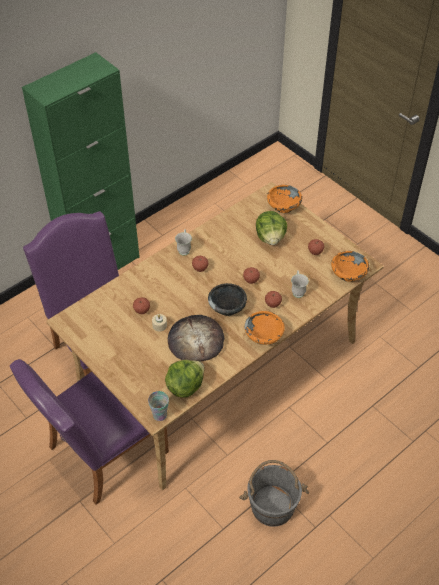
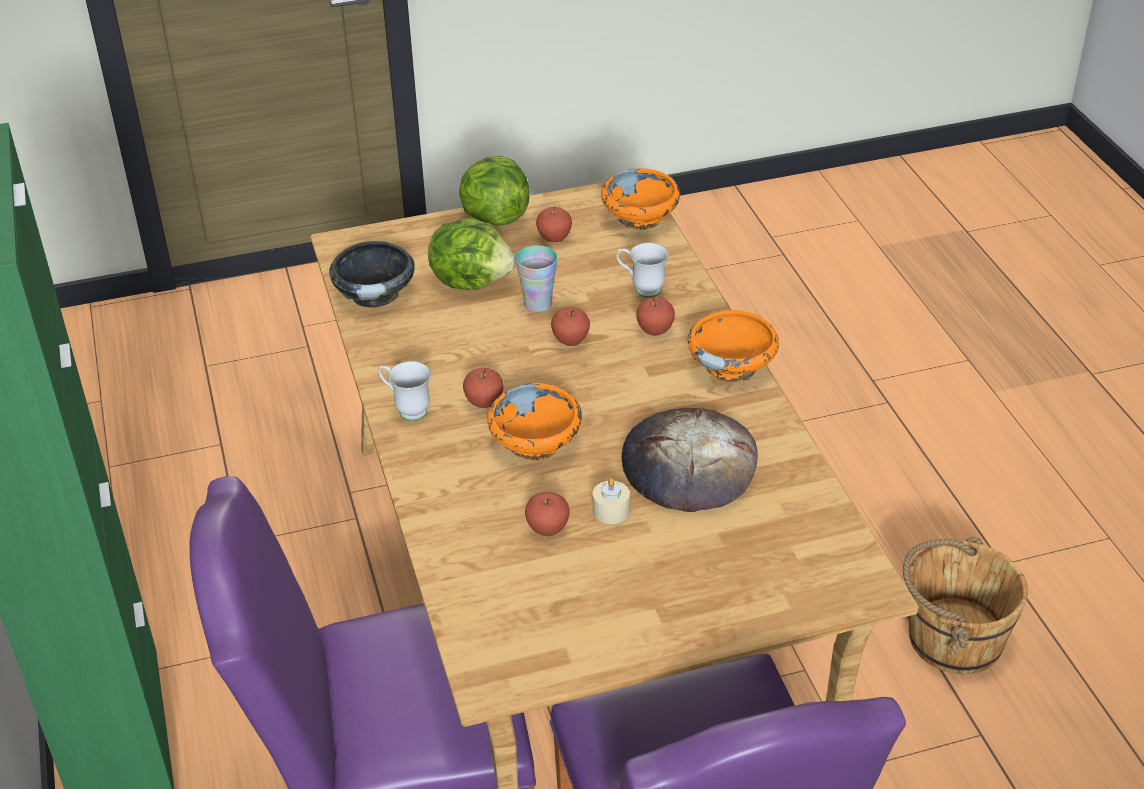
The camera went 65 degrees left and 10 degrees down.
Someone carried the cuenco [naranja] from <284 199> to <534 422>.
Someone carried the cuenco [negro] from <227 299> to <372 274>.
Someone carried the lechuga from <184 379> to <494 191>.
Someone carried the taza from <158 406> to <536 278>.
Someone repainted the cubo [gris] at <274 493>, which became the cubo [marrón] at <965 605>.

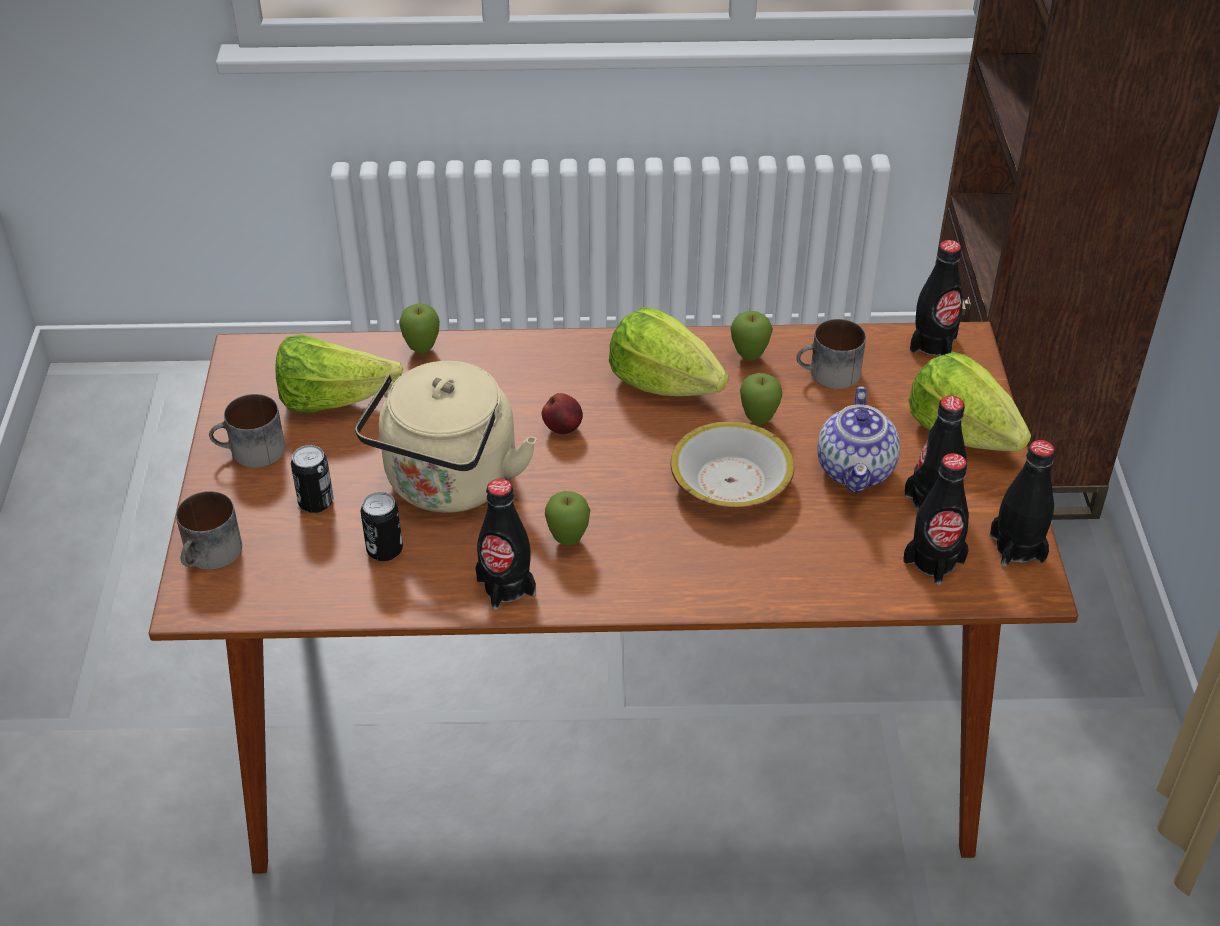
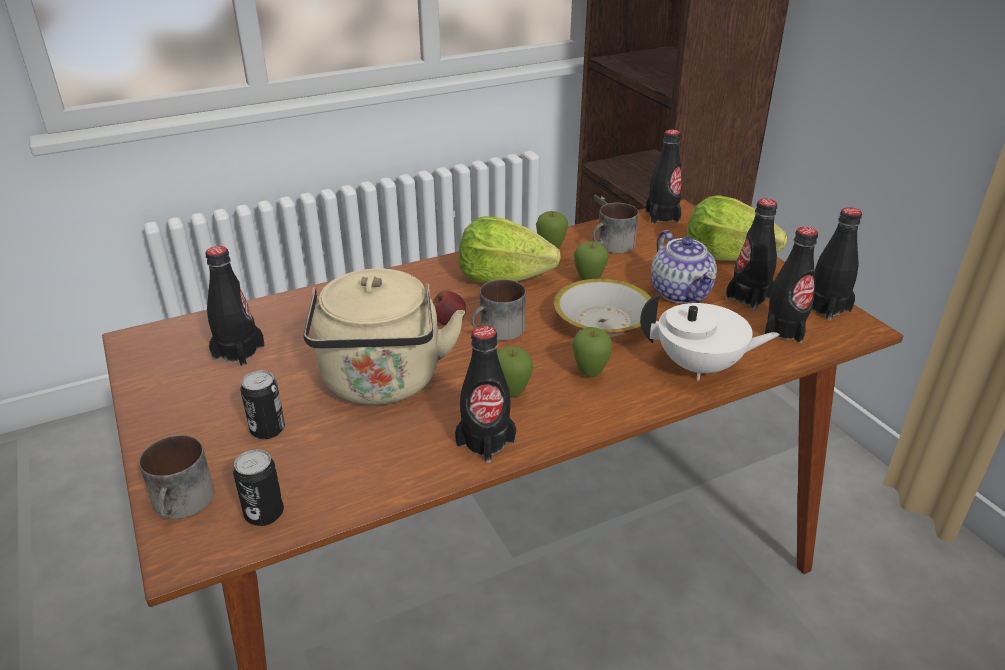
The camera went 25 degrees left and 10 degrees down.
Someone carried the manzana from <419 328> to <592 352>.
Someone swapped the lechuga at <339 373> for the botella [negro] at <235 306>.
Someone carried the taza grande from <247 431> to <498 310>.
Someone carried the lata from <382 526> to <258 487>.
Someone put down the tetera [blanco] at <710 337>.

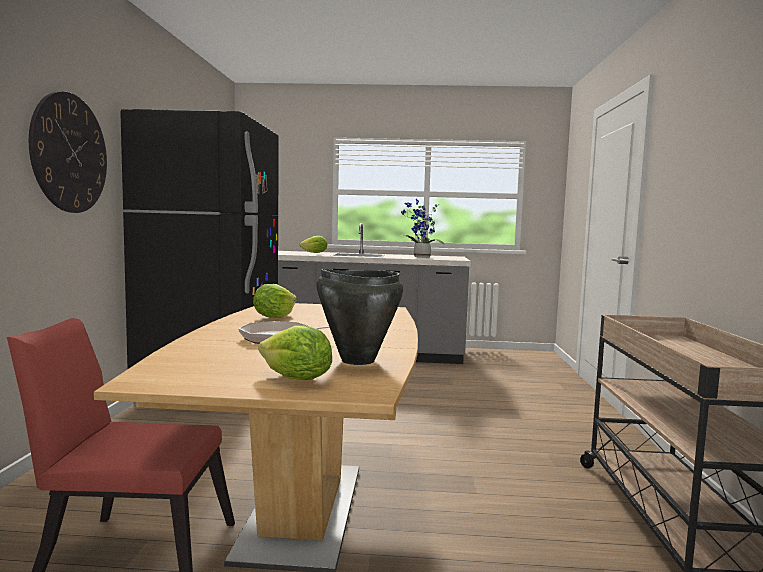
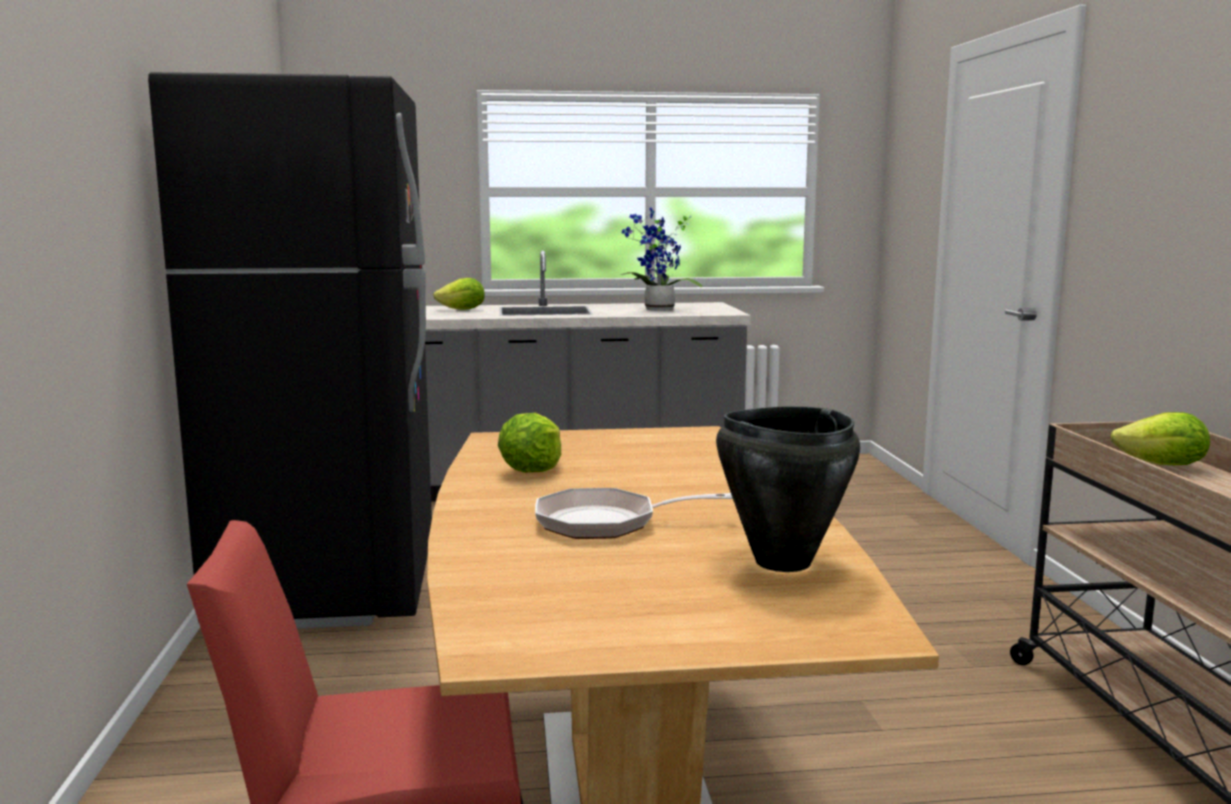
The camera went 10 degrees left and 5 degrees up.
Someone took away the reloj de pared at <68 152>.
Someone carried the lechuga from <295 352> to <1160 438>.

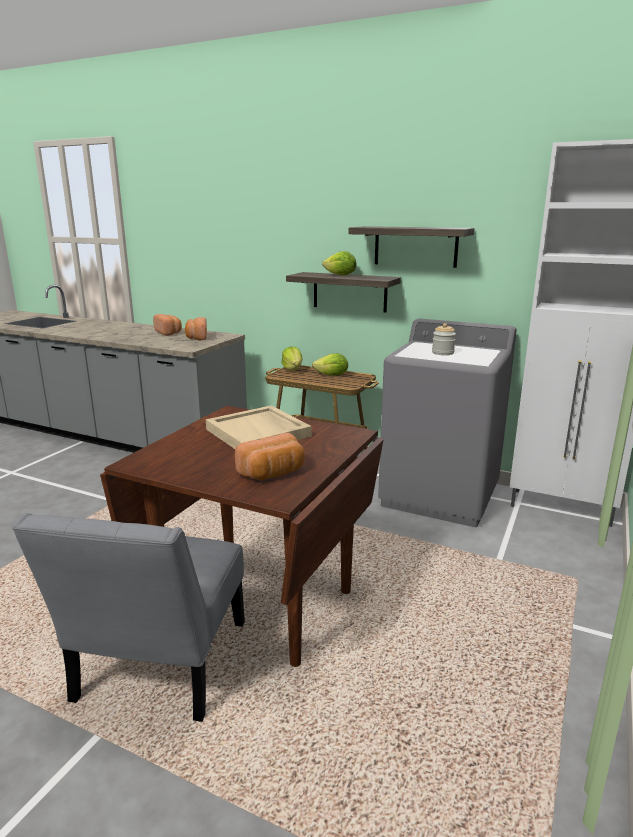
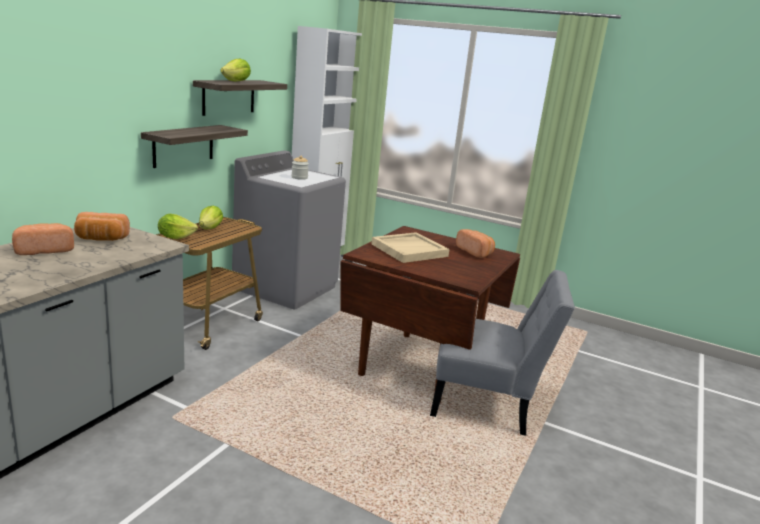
The camera went 90 degrees left and 0 degrees up.
Someone carried the lechuga from <339 263> to <235 70>.

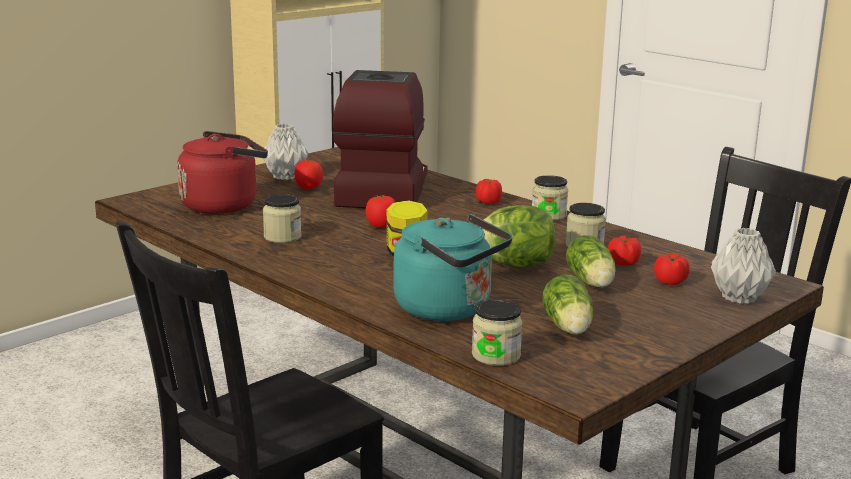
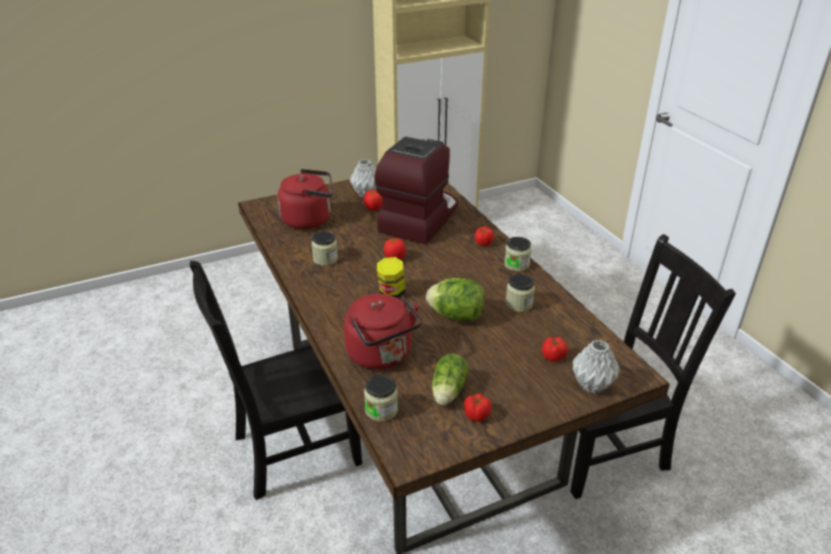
The camera went 20 degrees right and 15 degrees up.
Someone repainted the hervidor [turquesa] at <452 267>, which became the hervidor [rojo] at <383 331>.
Someone took away the lechuga at <591 261>.
Someone carried the tomate from <624 250> to <478 408>.

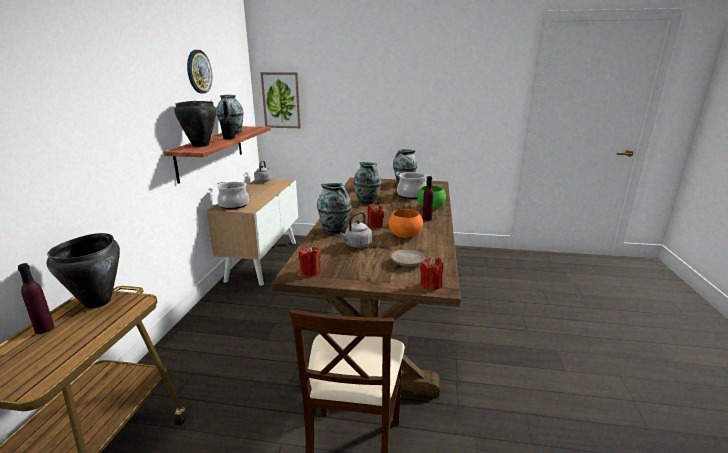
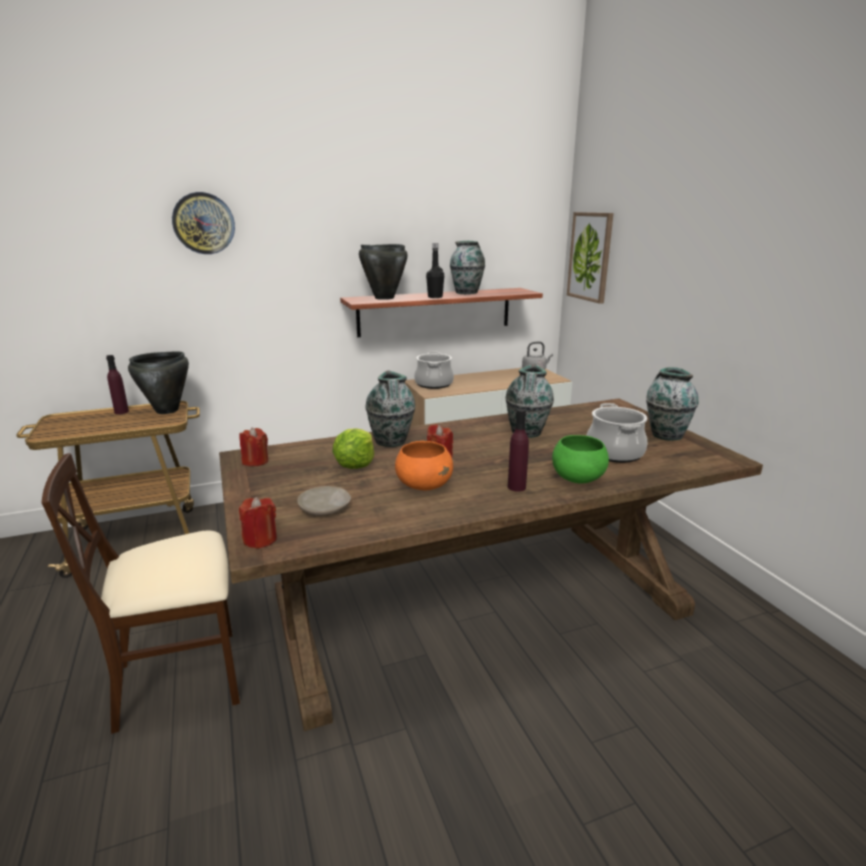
The camera went 60 degrees right and 0 degrees up.
Someone carried the reloj de pared from <199 72> to <203 223>.
Someone swapped the hervidor [gris] at <356 230> for the lechuga at <353 448>.

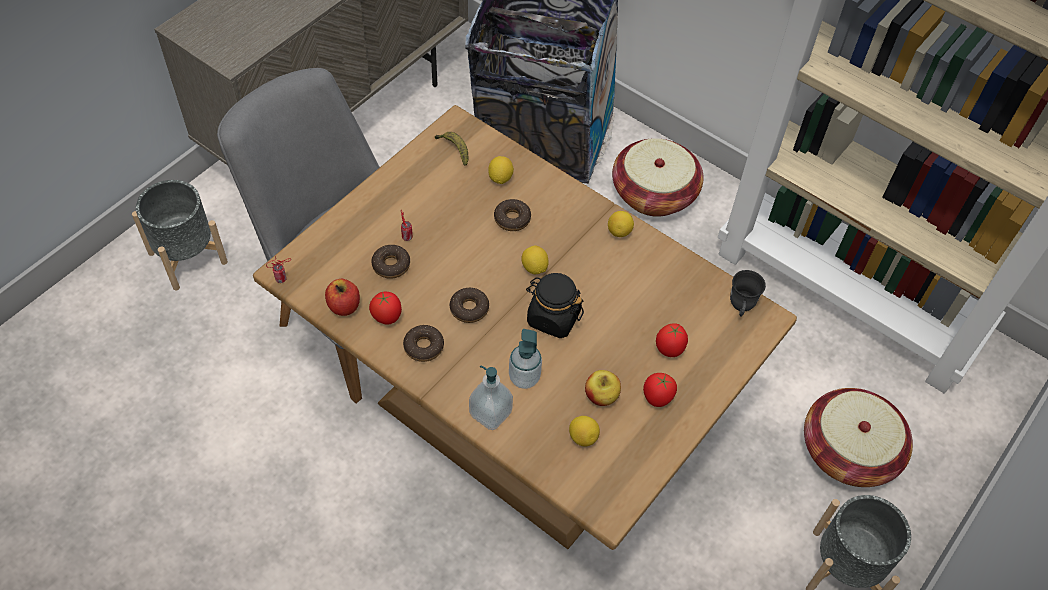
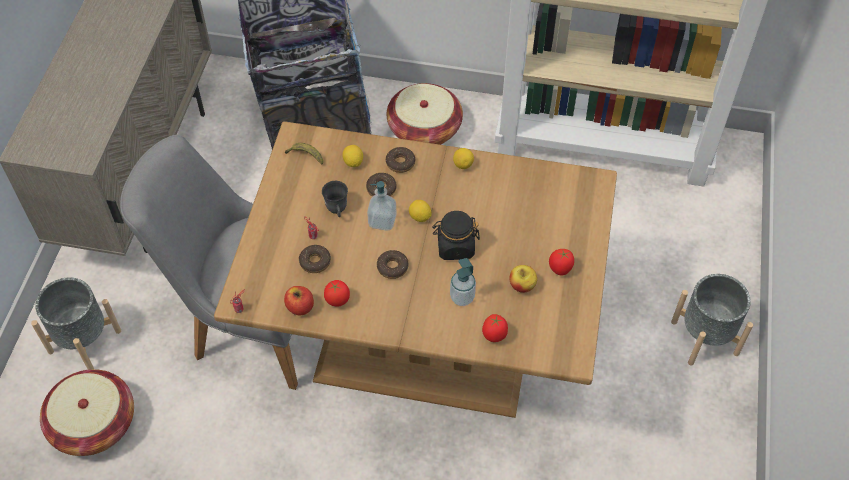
The camera went 25 degrees left and 0 degrees up.
Someone carried the taza grande [gris] from <748 293> to <335 199>.
Someone carried the tomate from <672 340> to <495 328>.
Someone carried the rosquilla from <423 343> to <400 160>.
Someone carried the dispensador de jabón from <491 398> to <382 206>.
Someone carried the cesta from <858 437> to <87 412>.
Someone took away the limón at <584 431>.

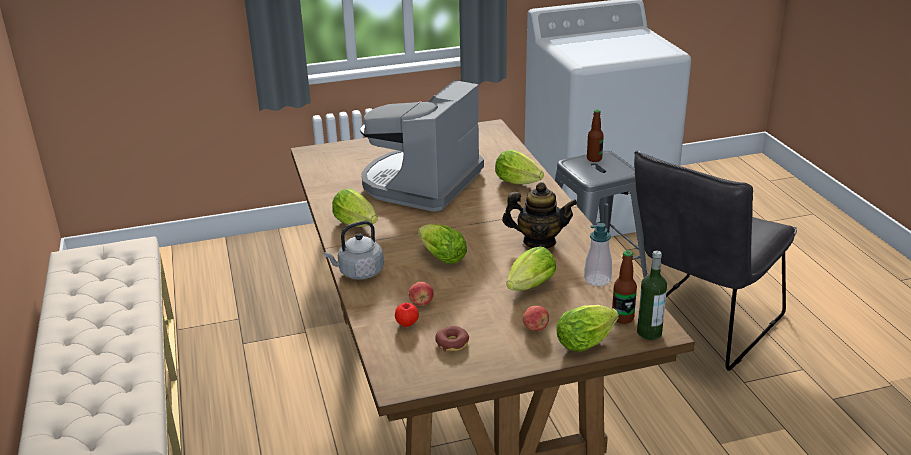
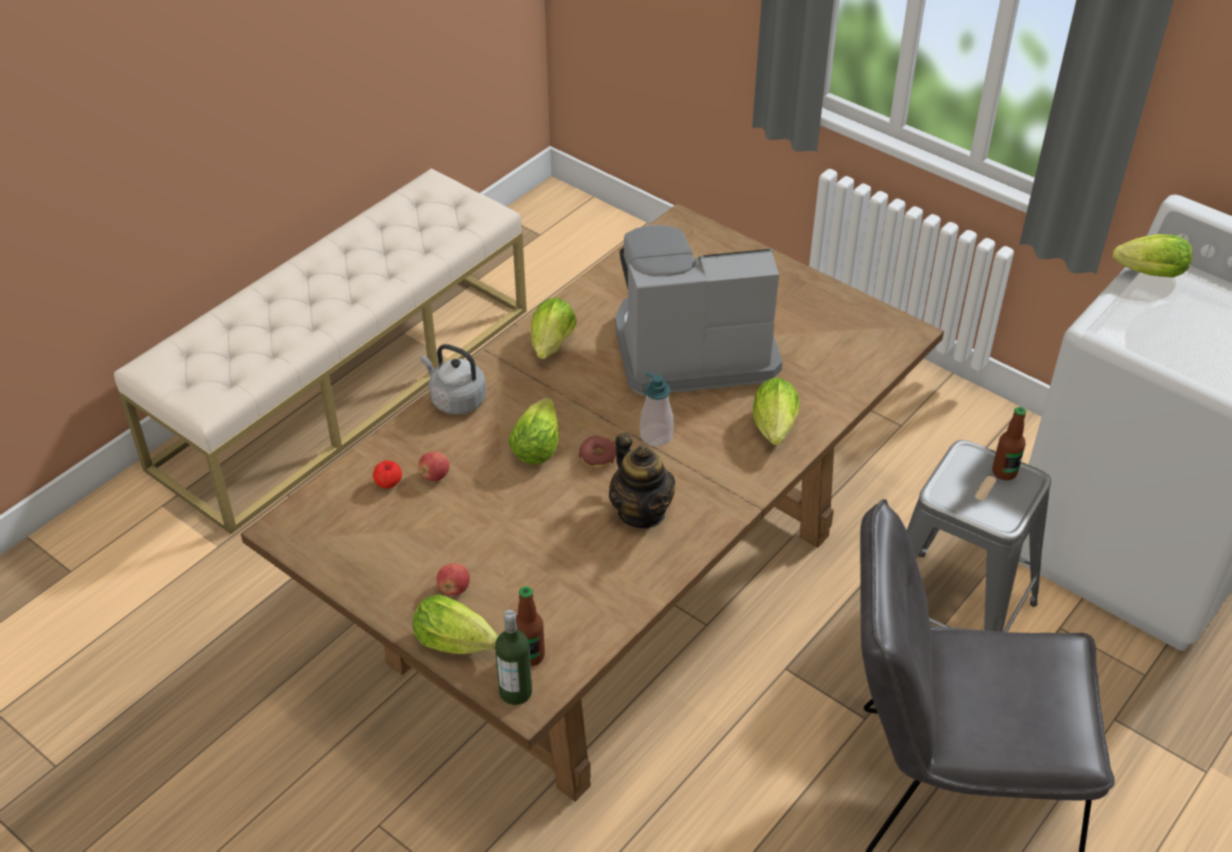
The camera went 55 degrees right and 15 degrees up.
Someone carried the dispensador de jabón from <598 254> to <657 408>.
Someone carried the lechuga from <531 269> to <1152 256>.
Someone carried the rosquilla from <452 339> to <597 452>.

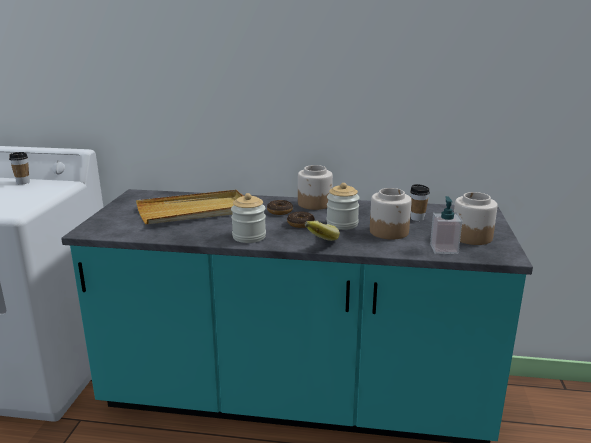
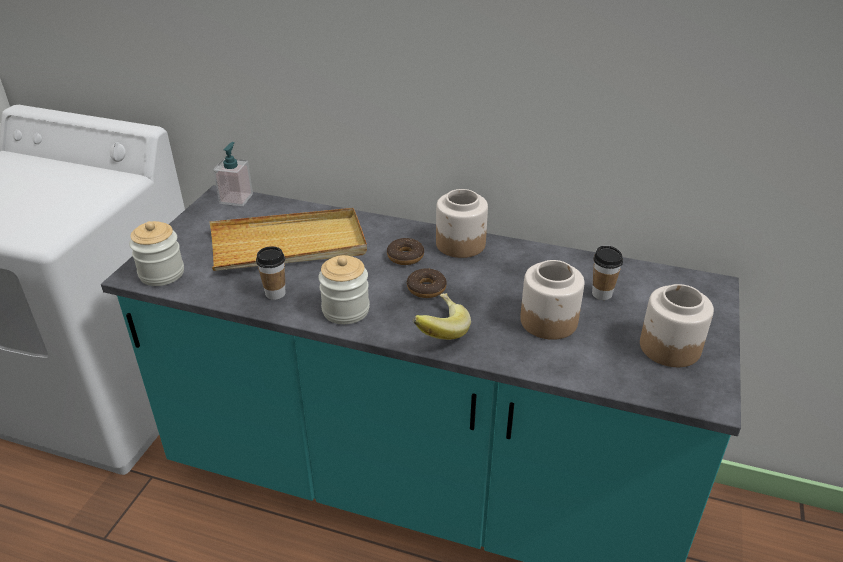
The camera went 10 degrees right and 15 degrees up.
Someone carried the taza from <19 168> to <270 273>.
Someone carried the tarro from <343 206> to <156 253>.
Someone carried the dispensador de jabón from <446 225> to <233 174>.

